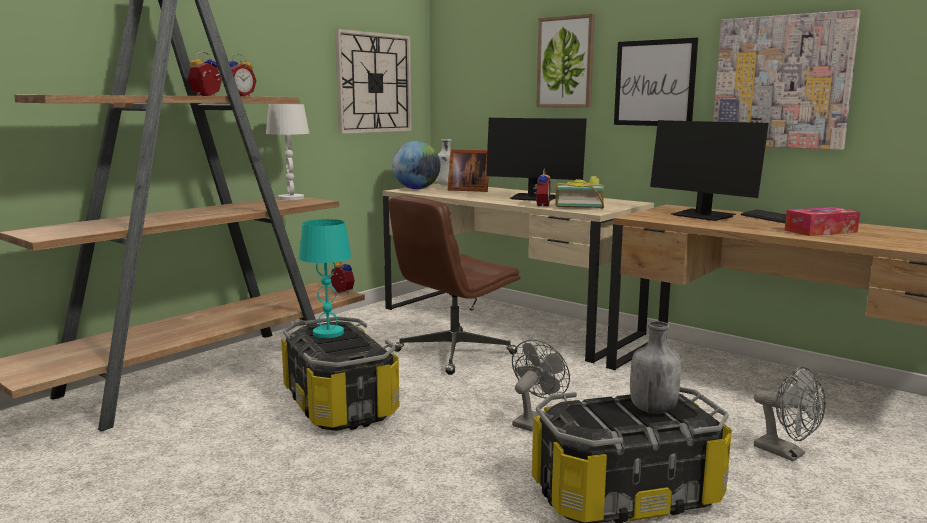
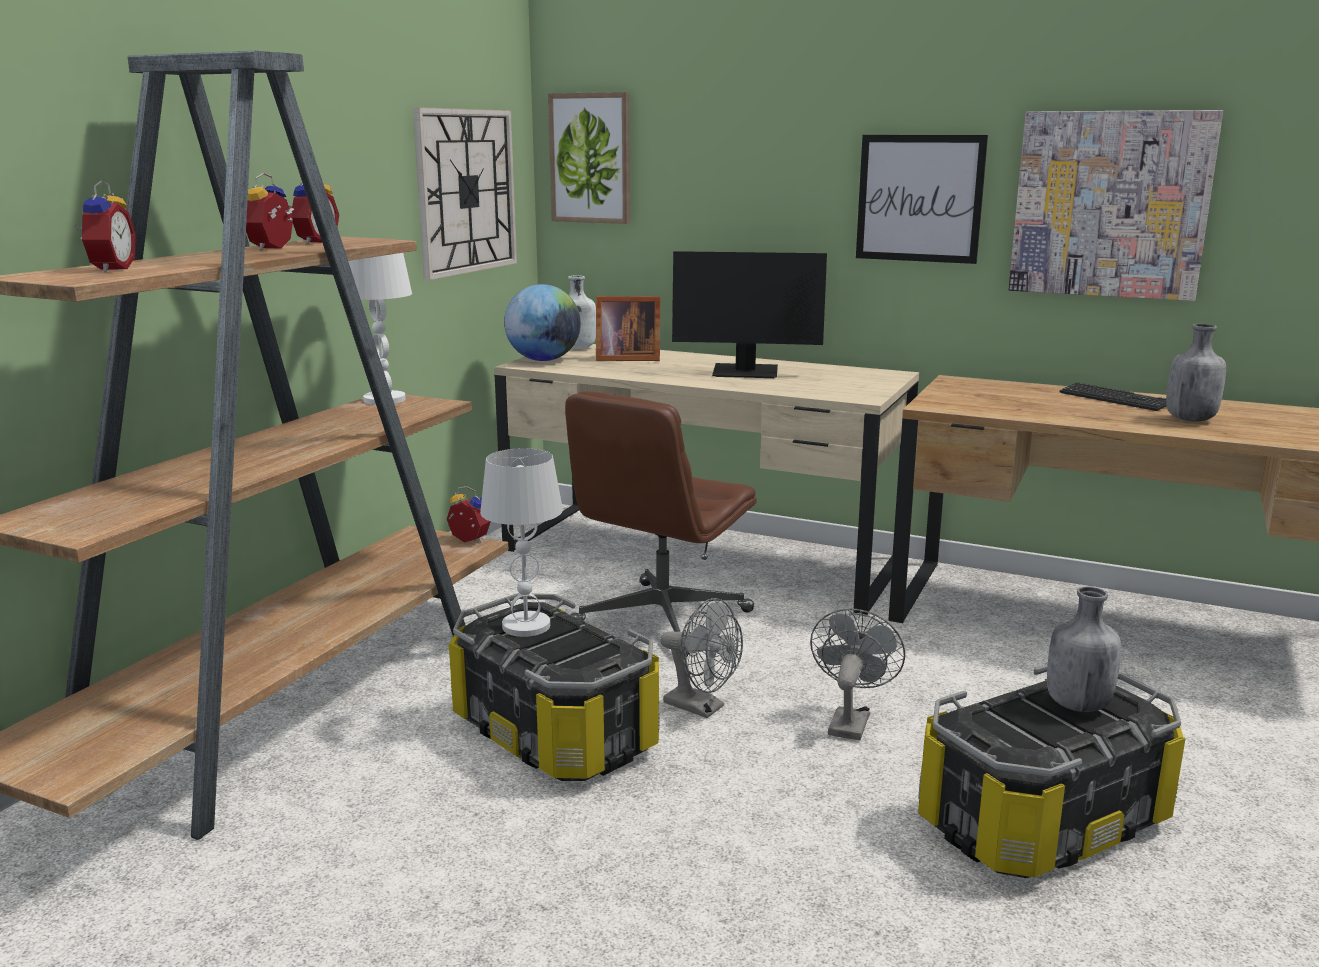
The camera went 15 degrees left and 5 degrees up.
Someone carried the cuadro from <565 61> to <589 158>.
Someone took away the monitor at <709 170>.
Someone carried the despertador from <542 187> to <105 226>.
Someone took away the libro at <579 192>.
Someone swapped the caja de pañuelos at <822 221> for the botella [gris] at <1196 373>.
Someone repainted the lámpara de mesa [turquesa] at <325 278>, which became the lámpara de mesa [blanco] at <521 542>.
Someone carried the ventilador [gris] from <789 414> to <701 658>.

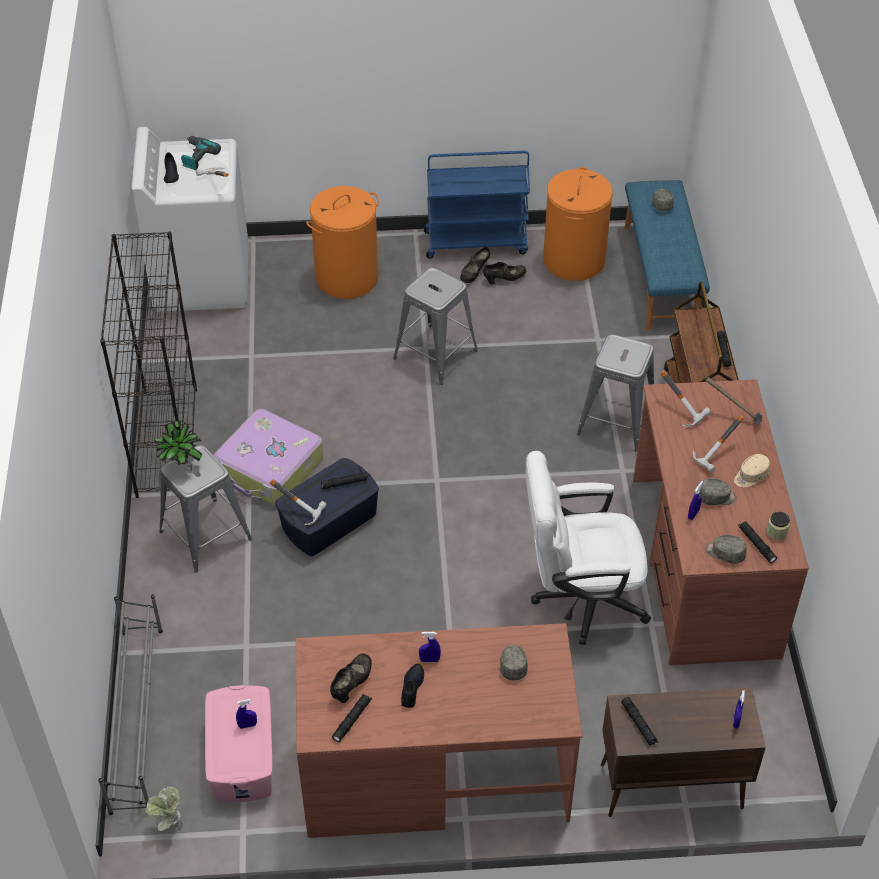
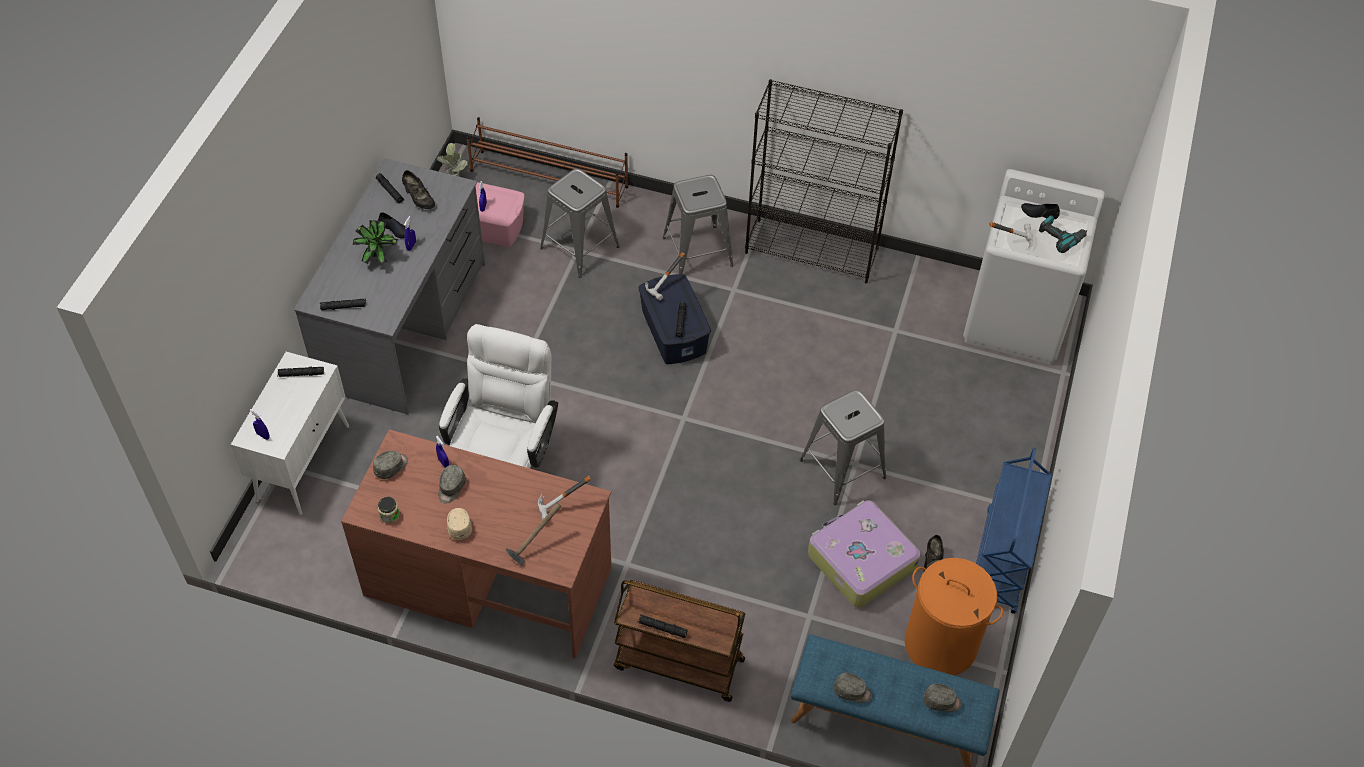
The camera went 110 degrees right and 5 degrees up.
Someone took away the cesto de la ropa [naranja] at <342 242>.
Someone took away the zapato [negro] at <475 265>.
Someone carried the taburete [gris] from <615 393> to <580 223>.
Someone carried the maleta from <268 457> to <864 554>.
Someone took away the martillo at <718 444>.
Someone carried the planta en maceta from <178 443> to <375 242>.
Someone carried the linterna [negro] from <757 542> to <343 304>.
Someone repainted the zapatero [gris] at <130 705>, which became the zapatero [marrón] at <547 162>.
Someone repainted the escritorio [marrón] at <439 730>, which became the escritorio [gris] at <389 286>.
Someone carried the gorra [gris] from <514 663> to <853 688>.
Someone repainted the armario [marrón] at <683 752>, which became the armario [blanco] at <290 433>.

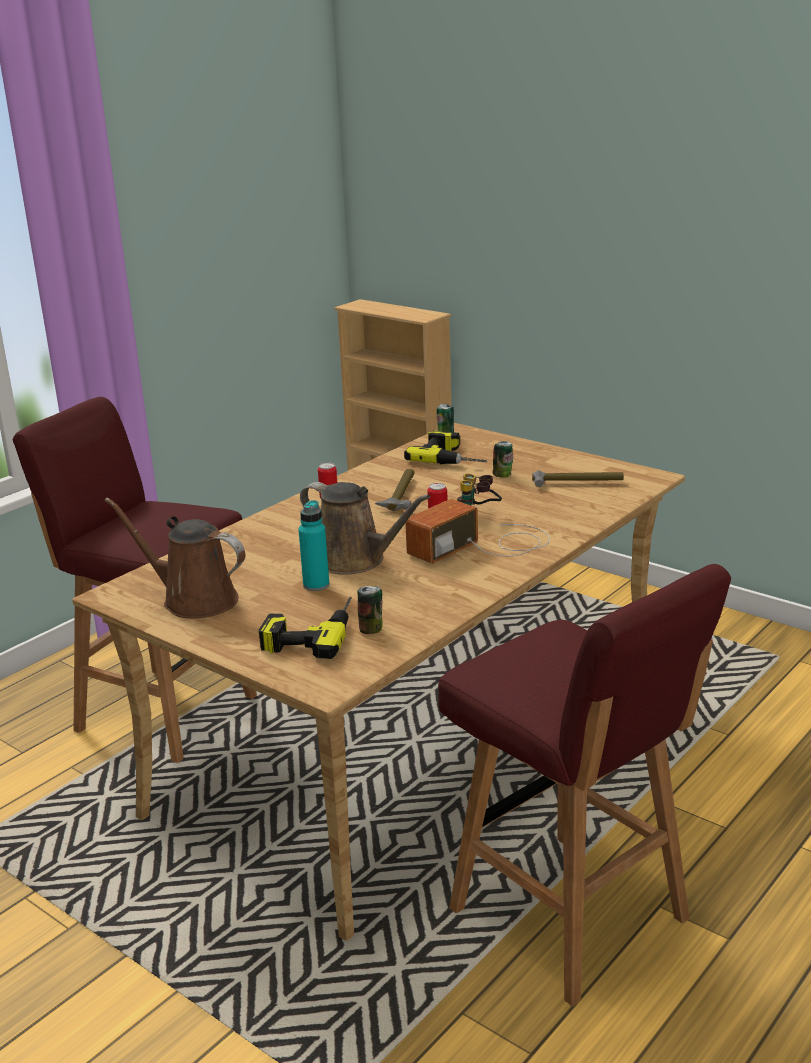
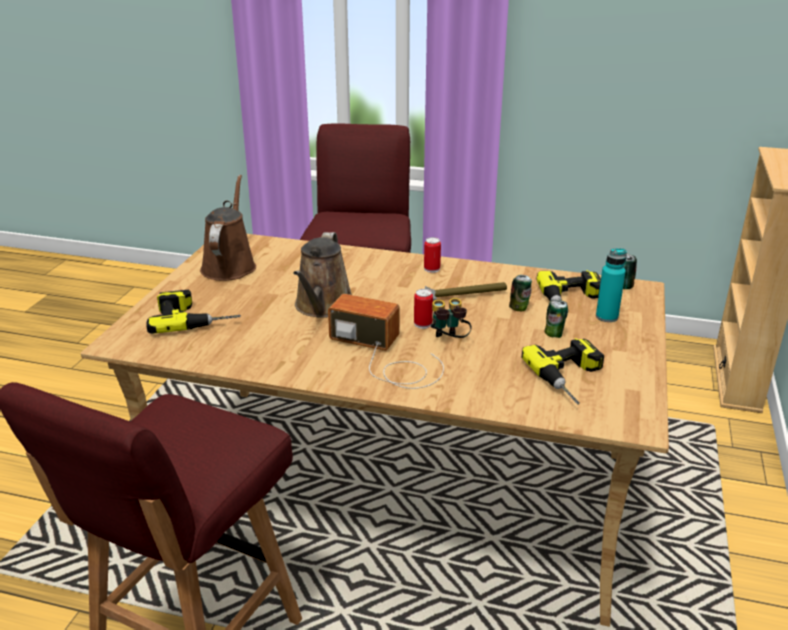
The camera went 65 degrees right and 5 degrees up.
Someone swapped the martillo at <578 478> for the taladro at <563 371>.
Someone carried the botella [turquesa] from <313 545> to <611 285>.
Someone carried the lata from <370 610> to <520 293>.

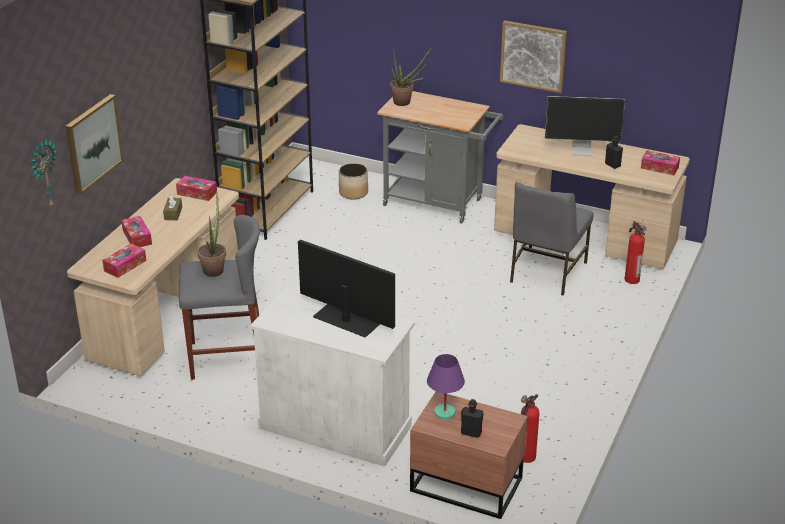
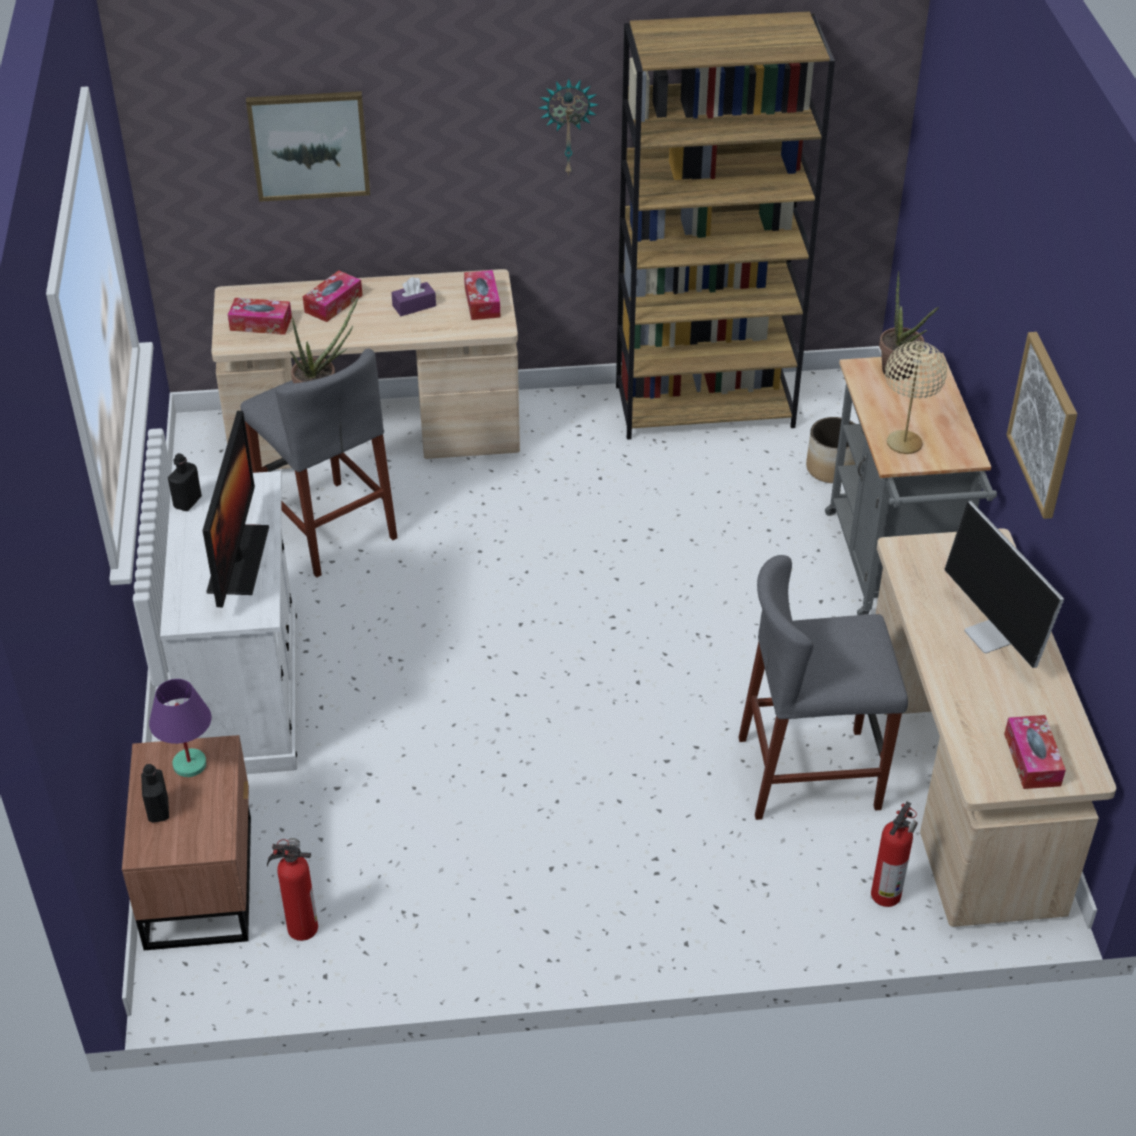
The camera went 60 degrees right and 10 degrees up.
Someone carried the botella [negro] from <614 152> to <185 482>.
Someone carried the reloj de pared from <43 173> to <569 127>.
Someone swapped the silla [gris] at <551 238> for the taburete [gris] at <823 687>.
Someone repainted the caja de pañuelos [marrón] at <172 207>, which became the caja de pañuelos [morado] at <413 296>.
Someone put down the lámpara de mesa [beis] at <916 397>.

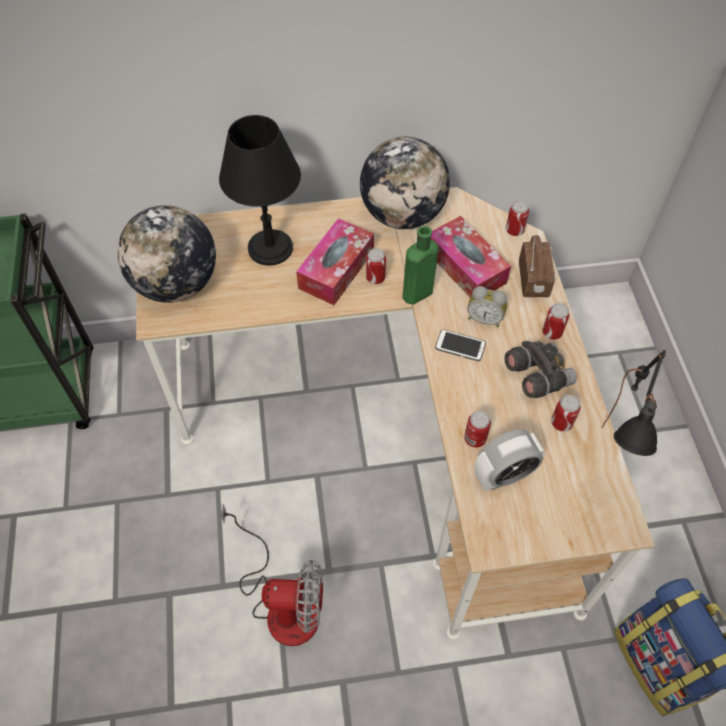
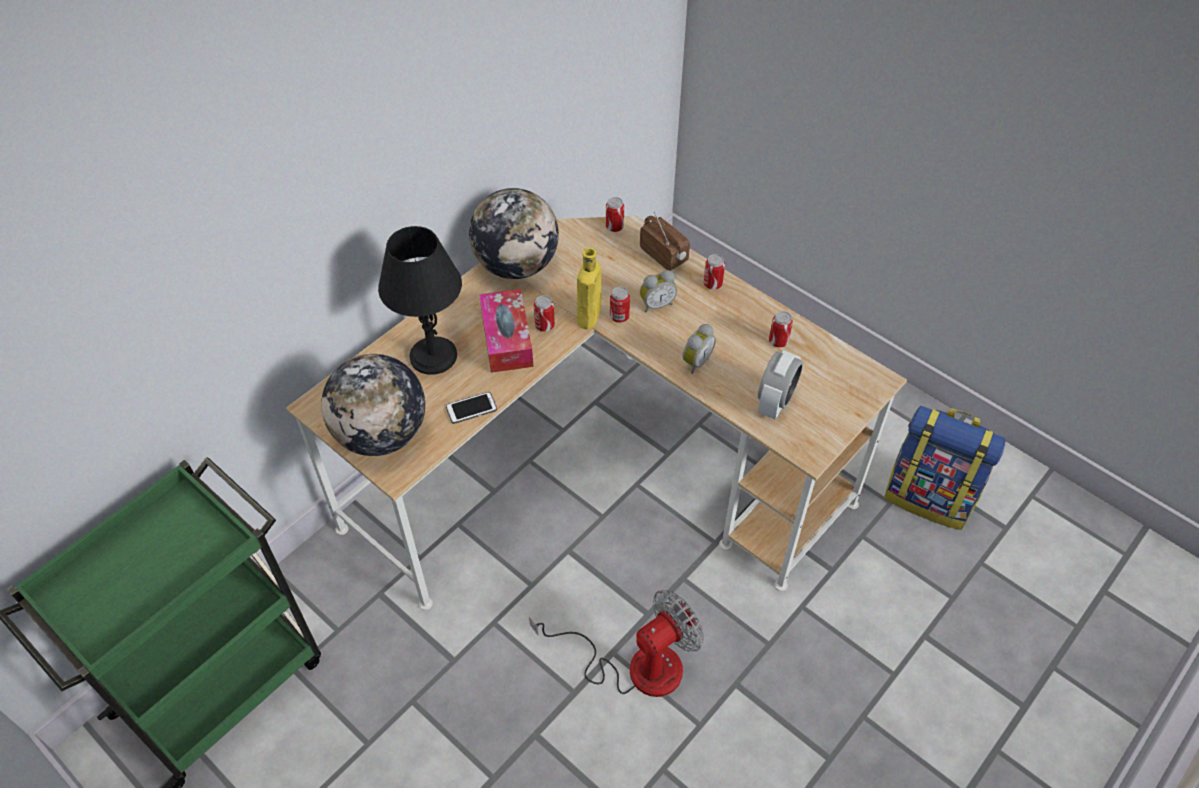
The camera went 40 degrees left and 5 degrees down.
Someone took away the caja de pañuelos at <471 256>.
Someone repainted the botella [verde] at <420 265>, which became the botella [amarillo] at <589 288>.
Someone carried the móvil from <460 345> to <471 408>.
Someone took away the prismáticos [gris] at <541 369>.
Someone took away the lámpara de mesa [negro] at <634 403>.
Someone carried the lata from <477 429> to <620 305>.
Someone put down the despertador at <699 349>.

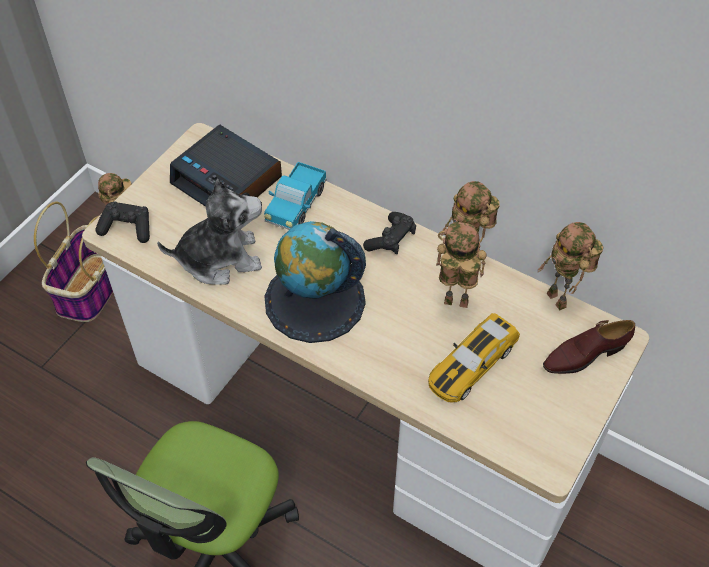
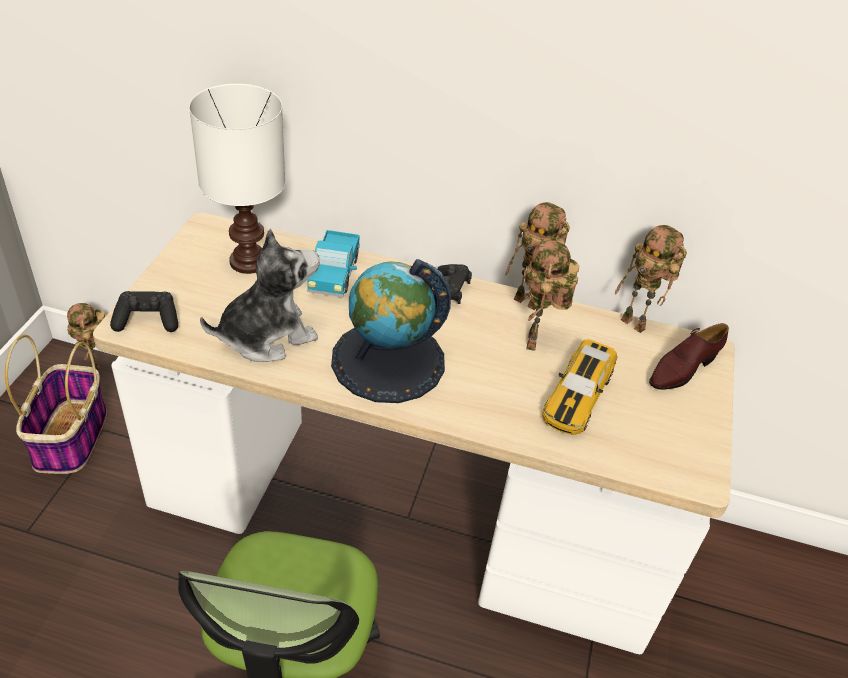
The camera went 20 degrees left and 10 degrees down.
Someone swapped the despertador at <226 166> for the lámpara de mesa [blanco] at <237 179>.
Someone rotated the robot de juguete at <461 265> by 75 degrees counterclockwise.

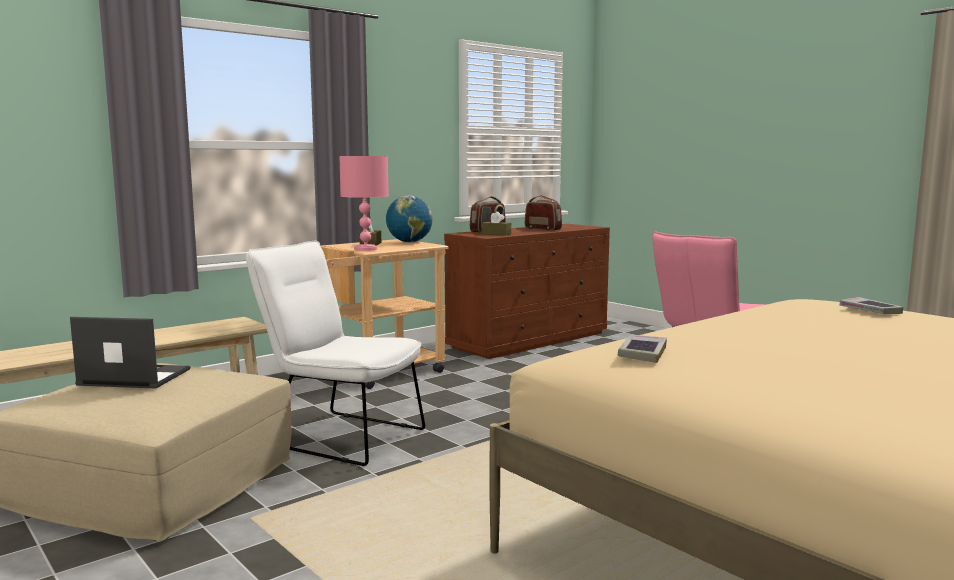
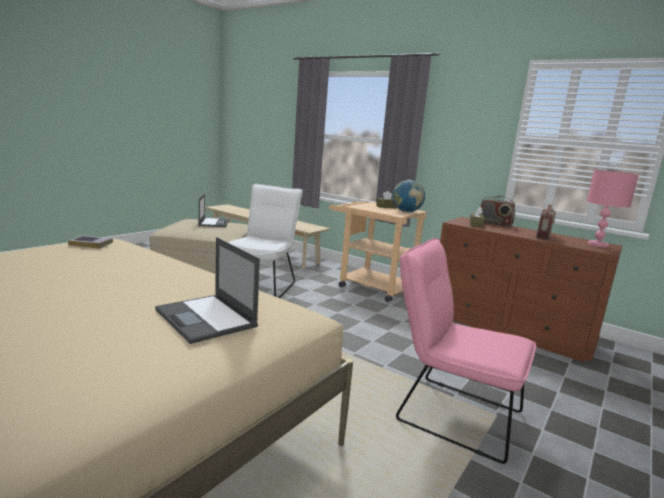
The camera went 75 degrees right and 5 degrees up.
Someone carried the lámpara de mesa [rosa] from <364 203> to <613 208>.
Someone swapped the libro at <871 305> for the portátil at <207 290>.

